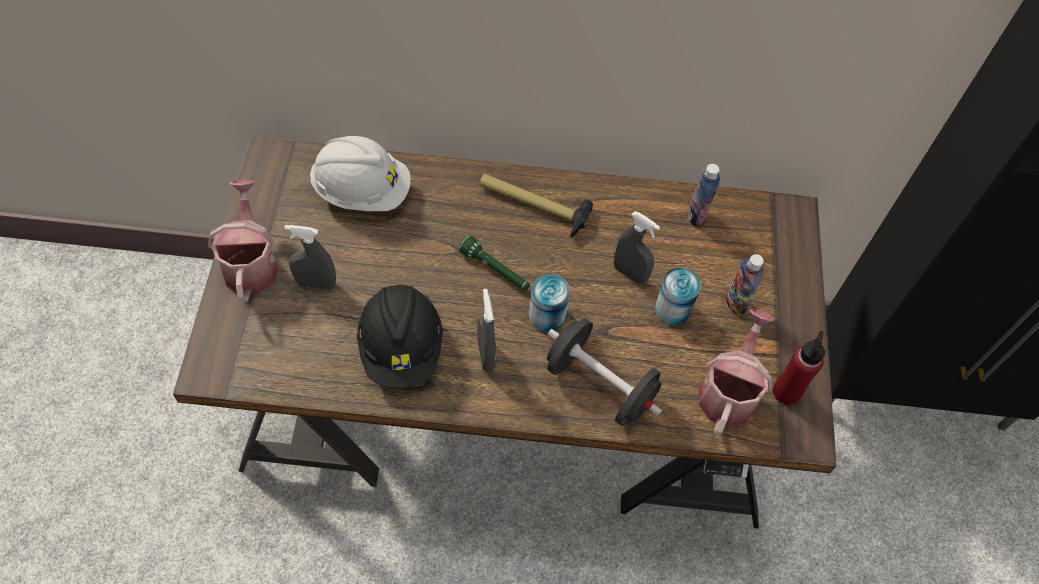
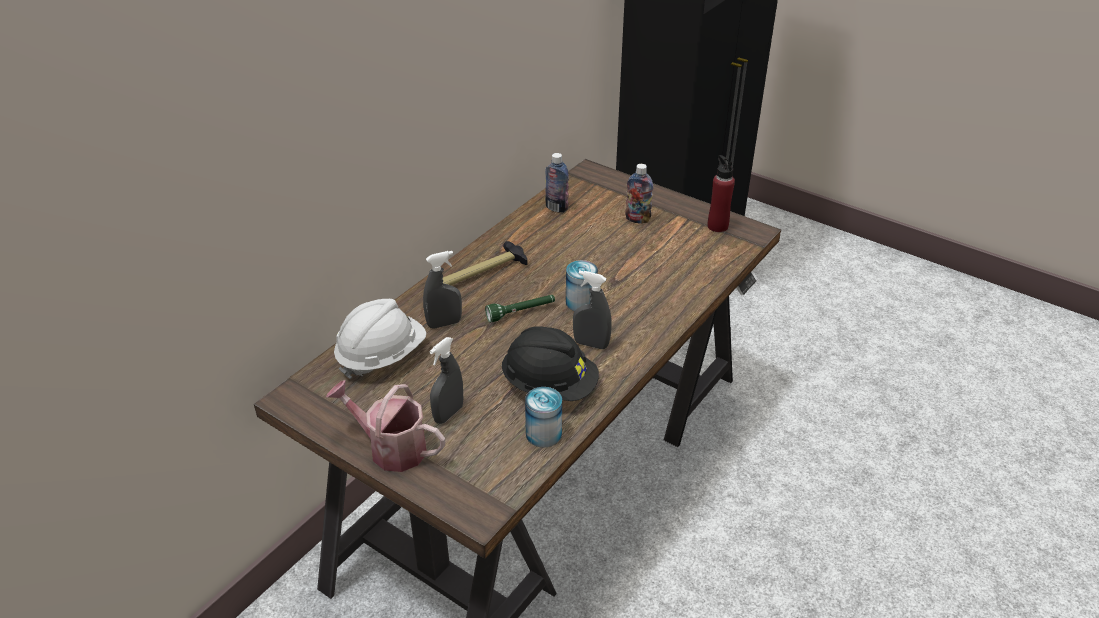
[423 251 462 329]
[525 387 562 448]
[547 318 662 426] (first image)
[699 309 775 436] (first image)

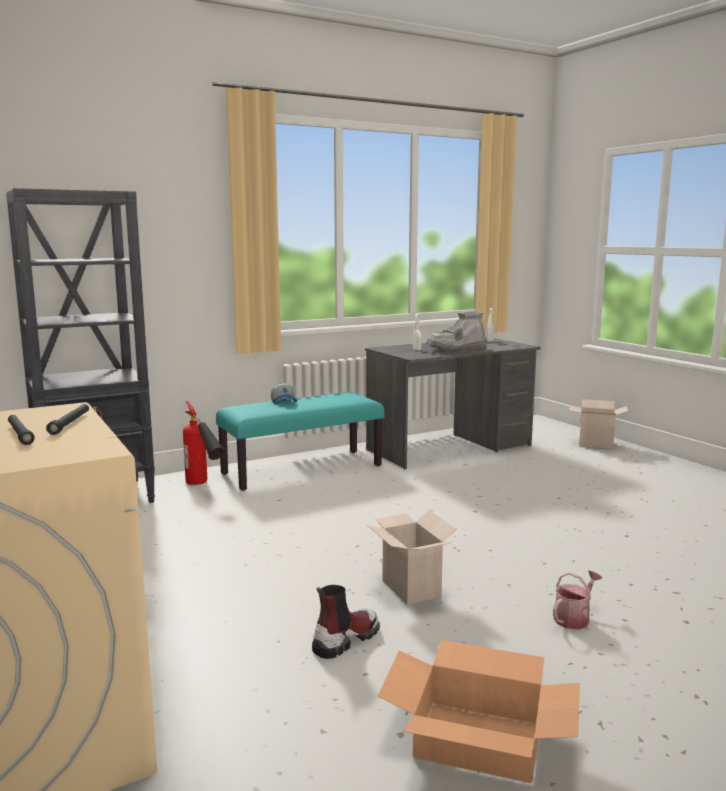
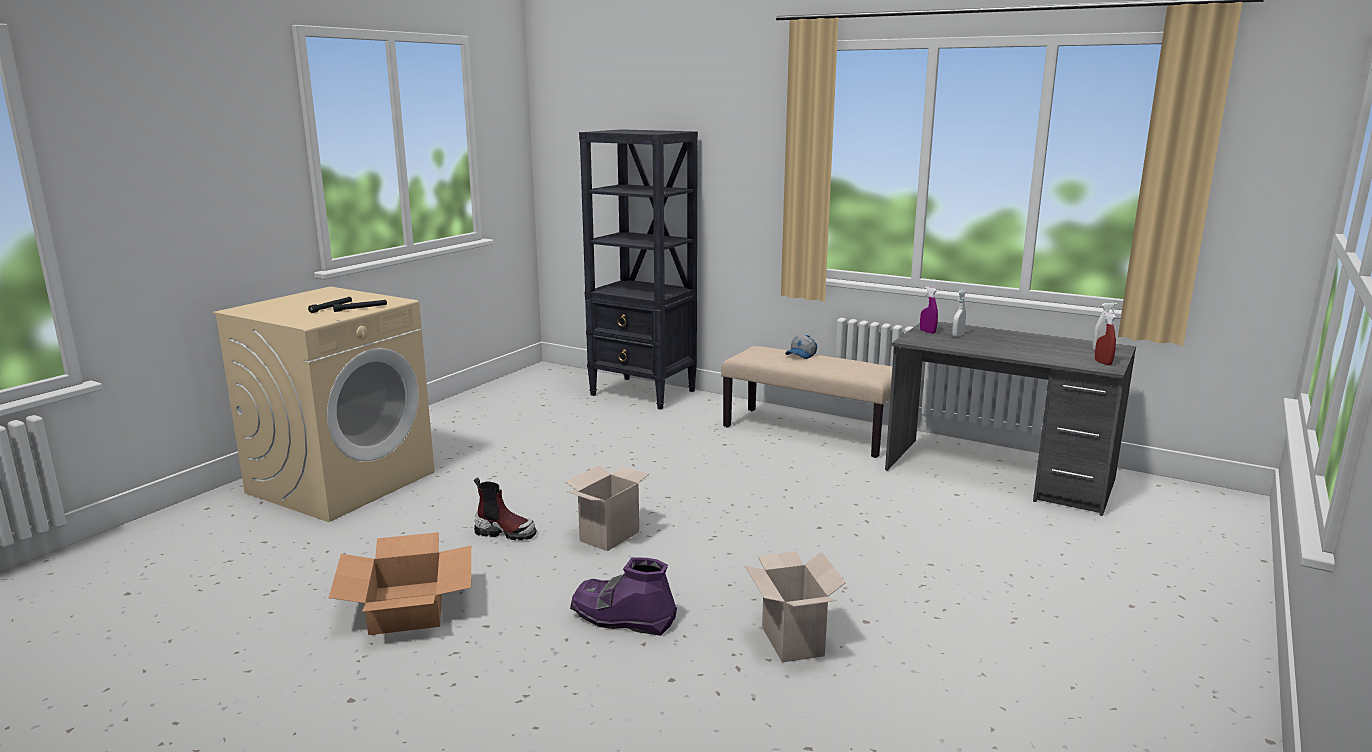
[570 557 677 636]
[721 346 892 458]
[745 552 846 663]
[920 286 938 334]
[1095 312 1116 365]
[183 401 225 485] (first image)
[426 312 487 352] (first image)

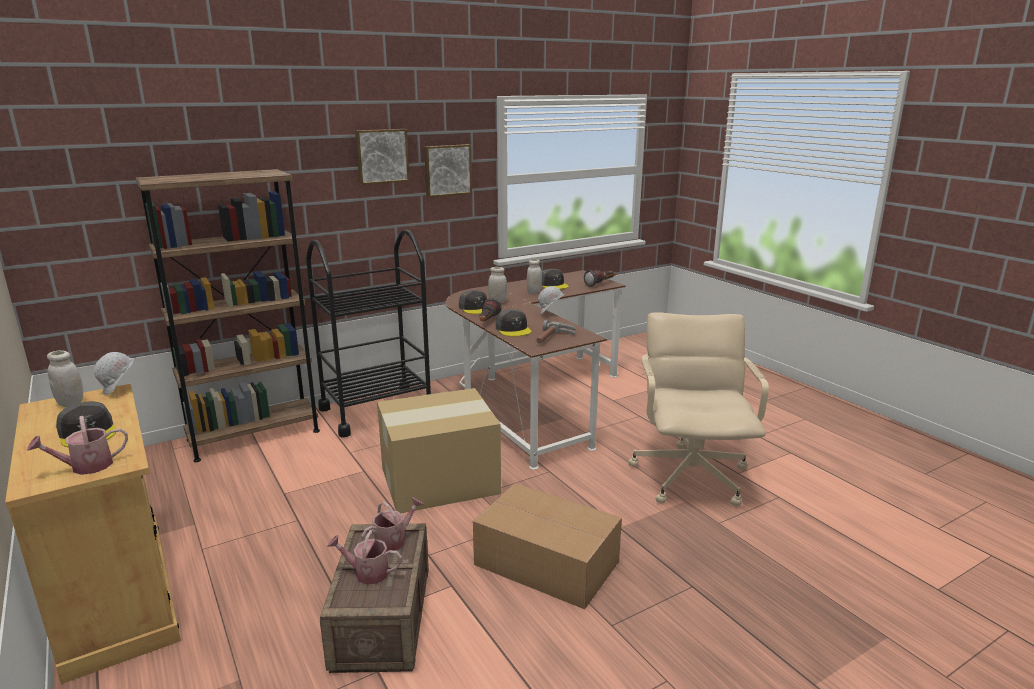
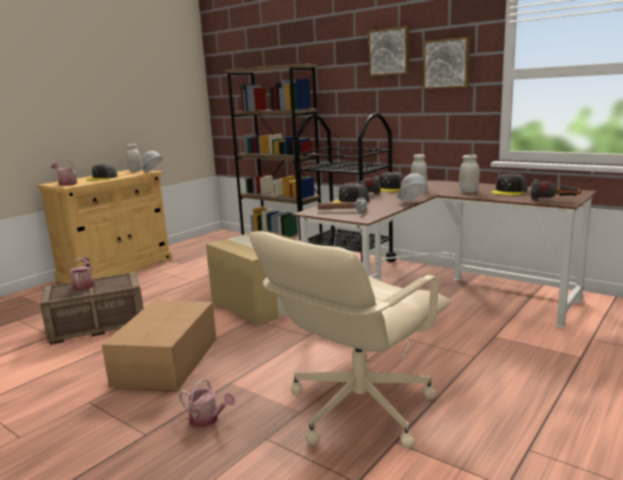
[179 379 235 427]
[250 231 450 449]

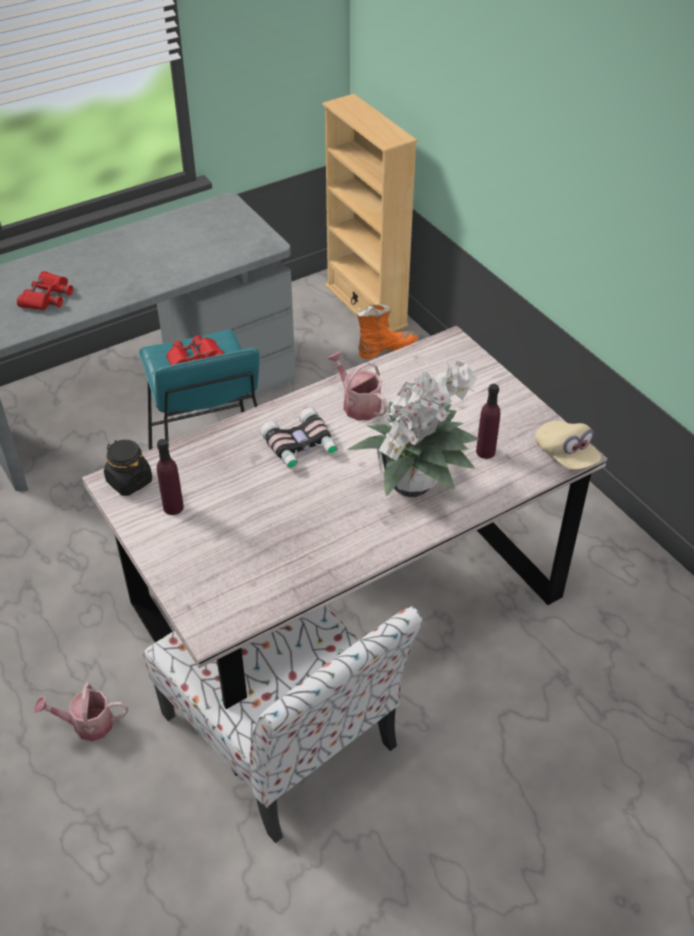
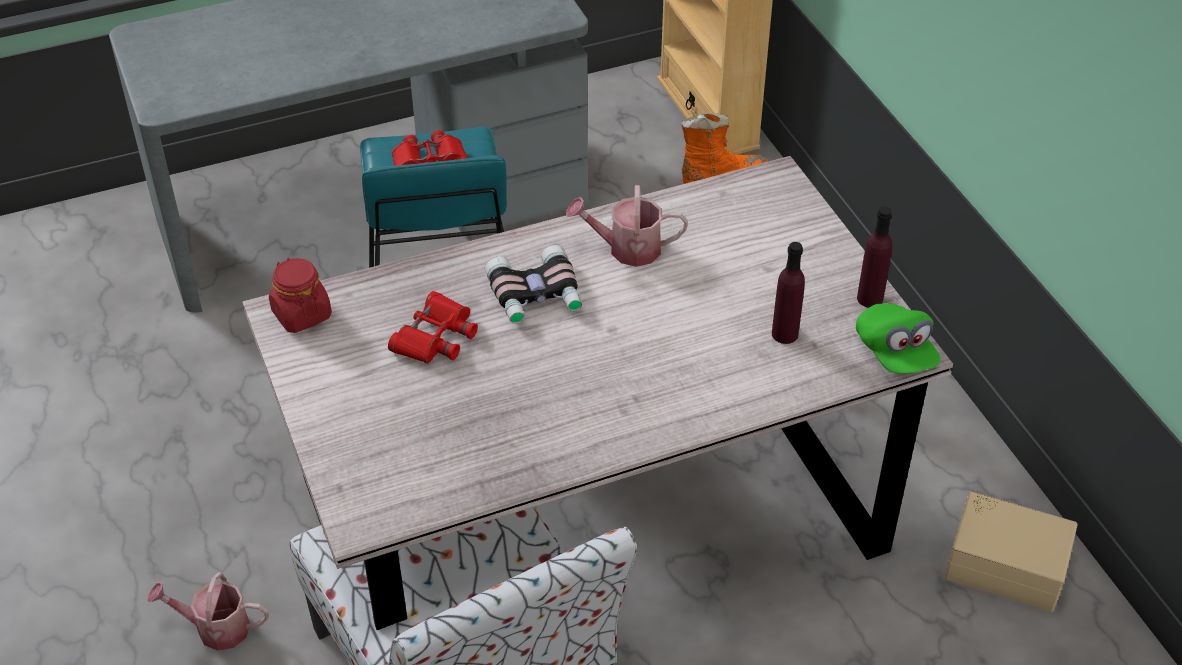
[269 258 332 333]
[388 291 478 363]
[566 185 688 267]
[856 303 941 374]
[857 206 892 308]
[945 491 1078 612]
[347 358 479 497] (first image)

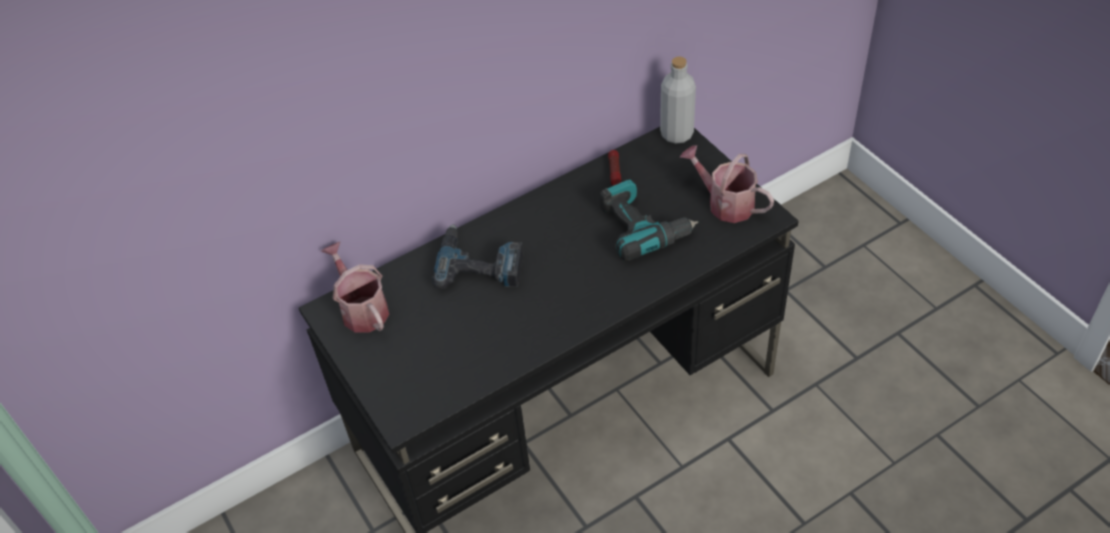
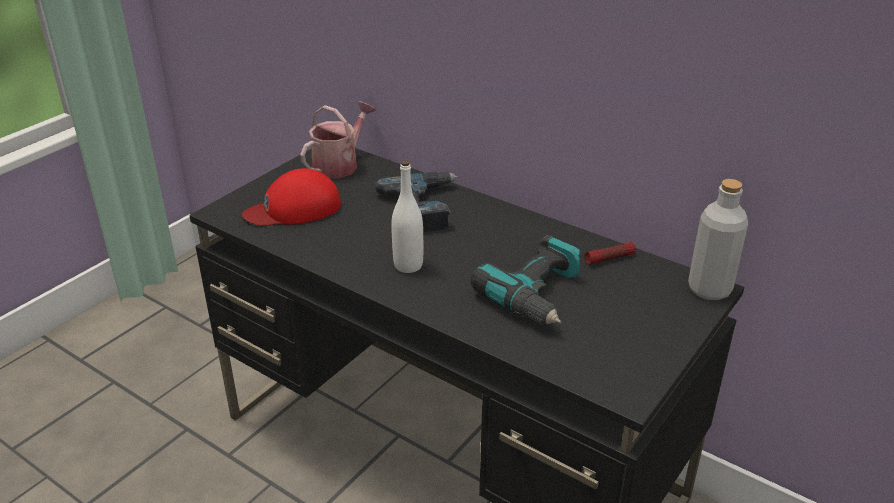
[242 168 341 226]
[391 160 423 273]
[680 145 774 223] (first image)

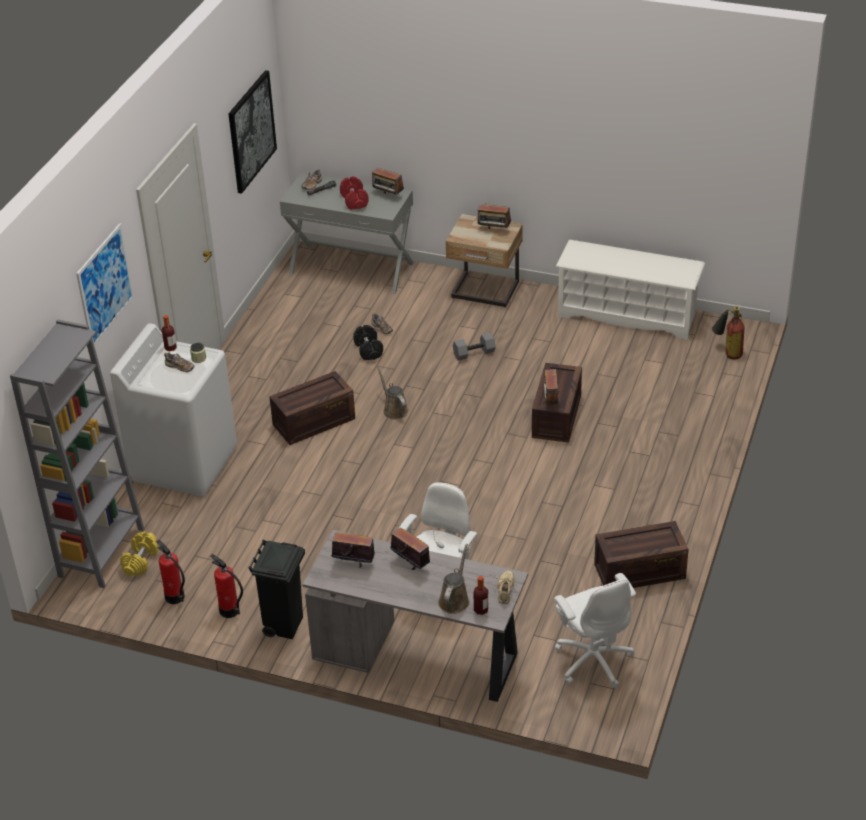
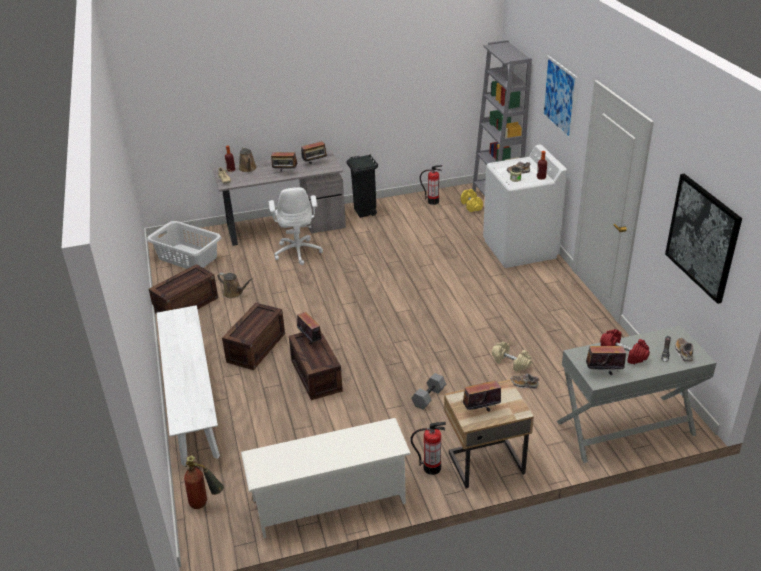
[147 221 222 269]
[157 305 220 466]
[217 273 253 298]
[222 303 285 370]
[410 422 446 475]
[492 342 532 372]

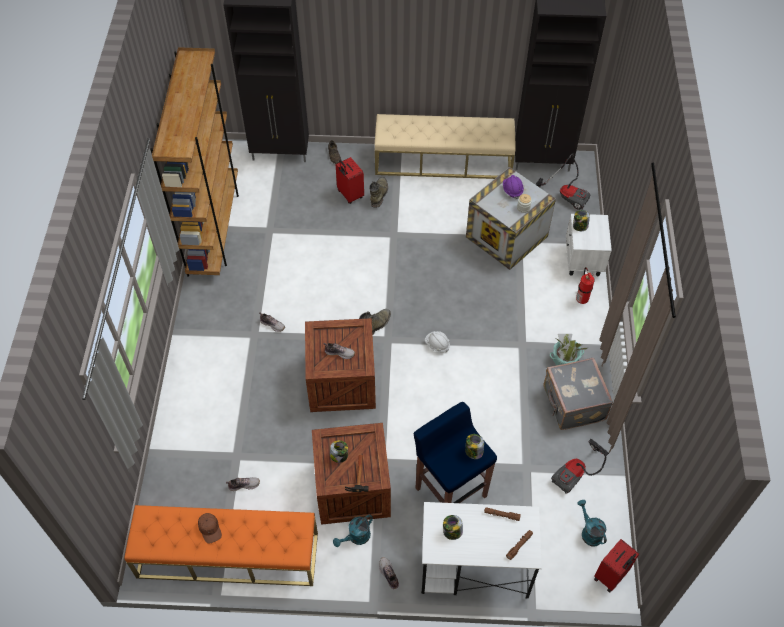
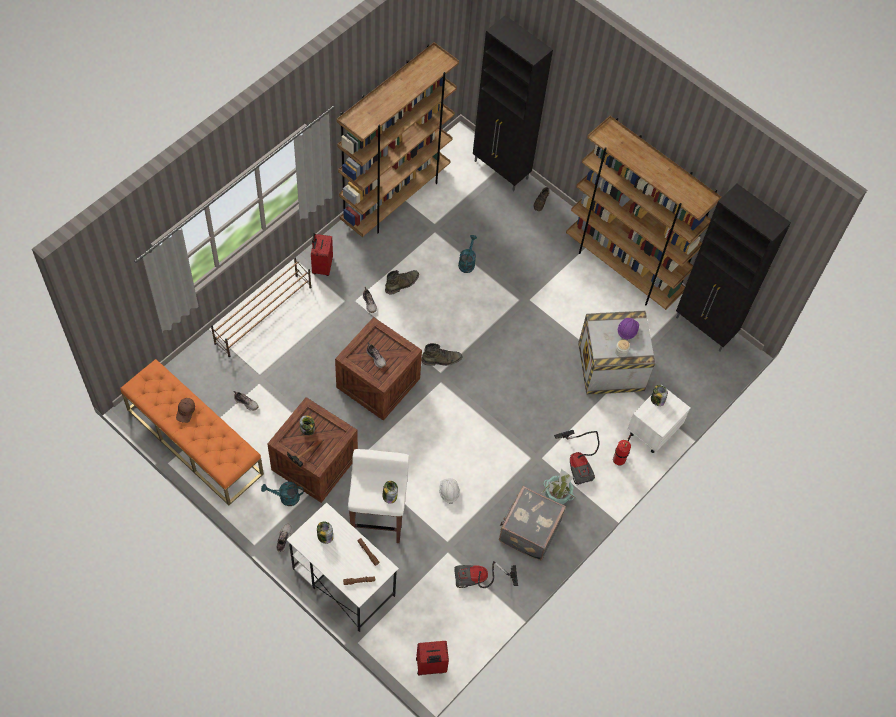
[211 257 311 357]
[311 233 333 276]
[348 449 409 543]
[385 270 419 295]
[439 479 460 504]
[458 235 477 273]
[554 430 600 485]
[566 116 722 310]

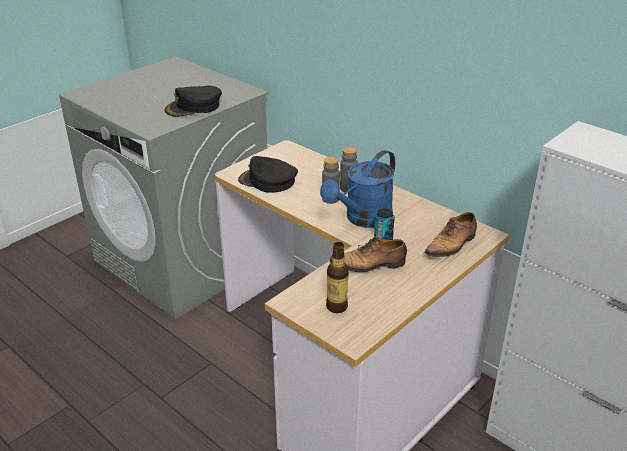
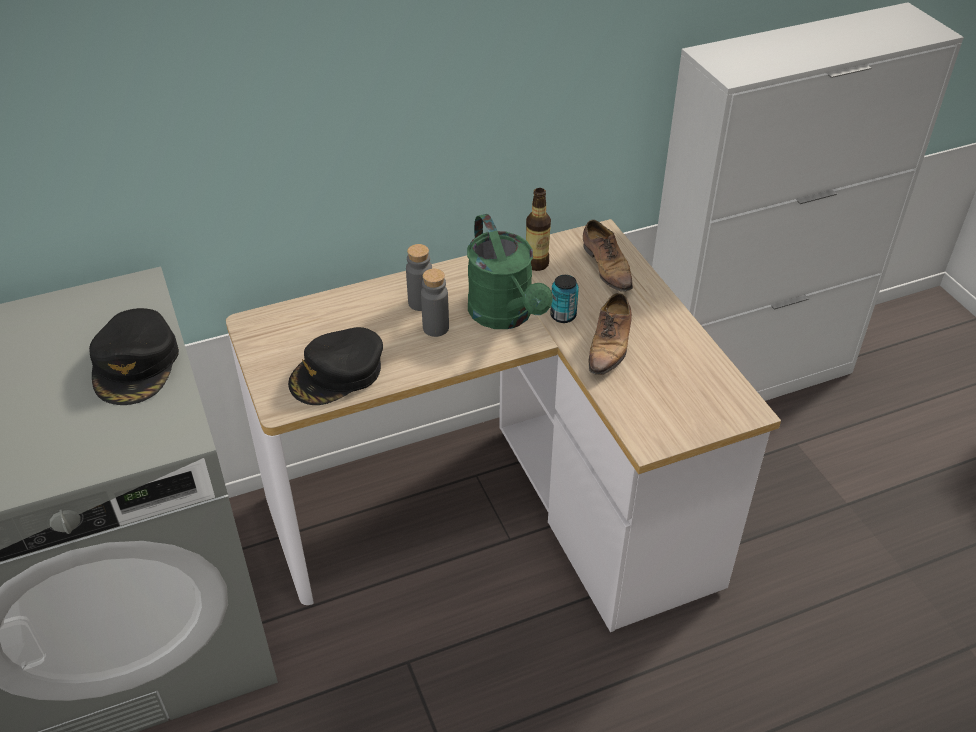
[467 214 553 329]
[526 188 551 271]

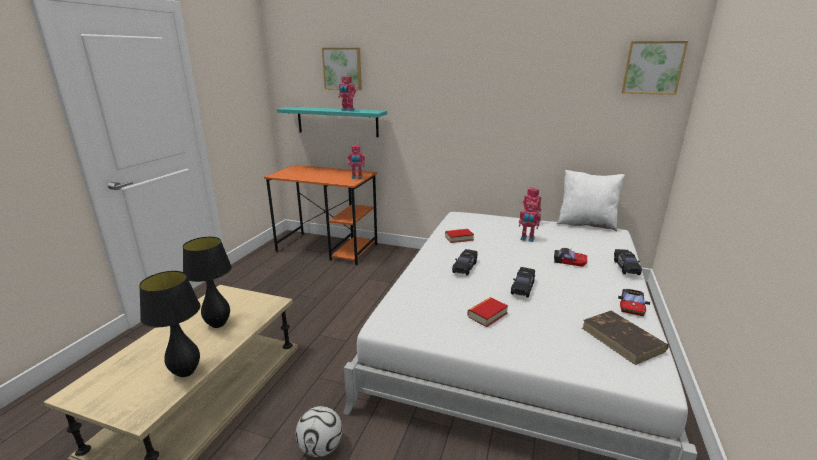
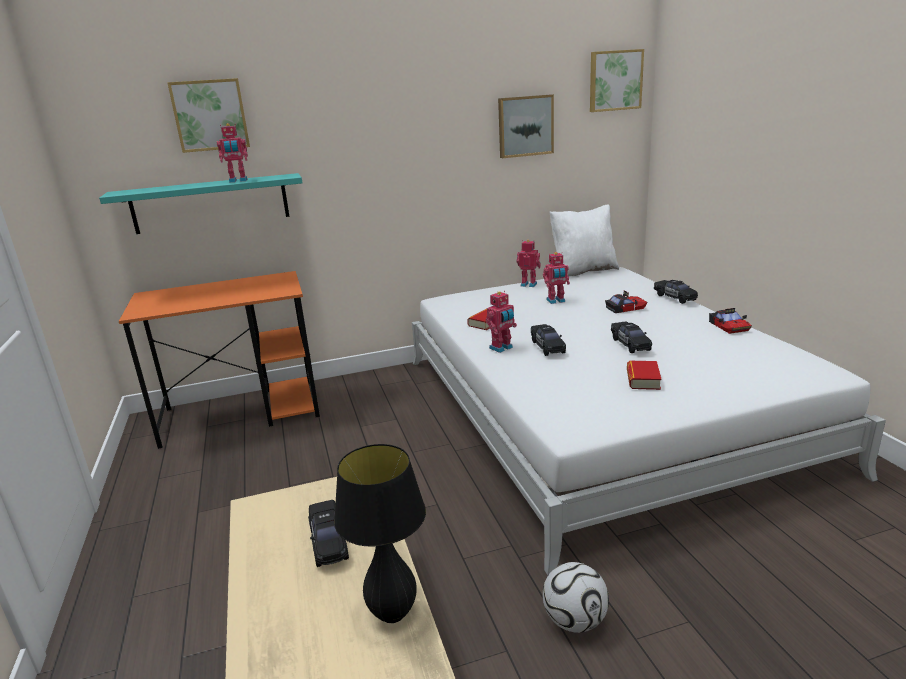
[308 500 349 567]
[485 291 517 353]
[498 94 554 158]
[582 311 669 365] (first image)

